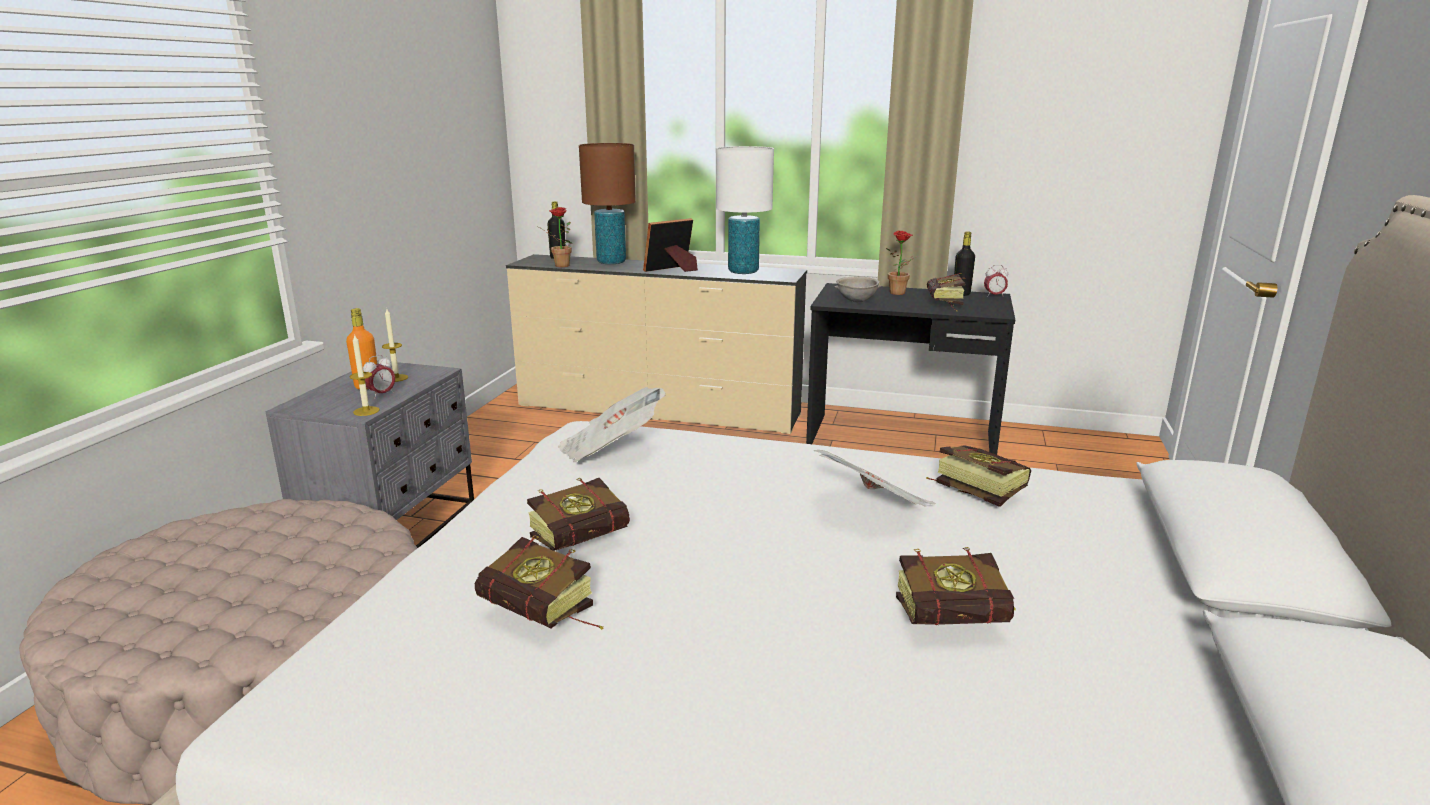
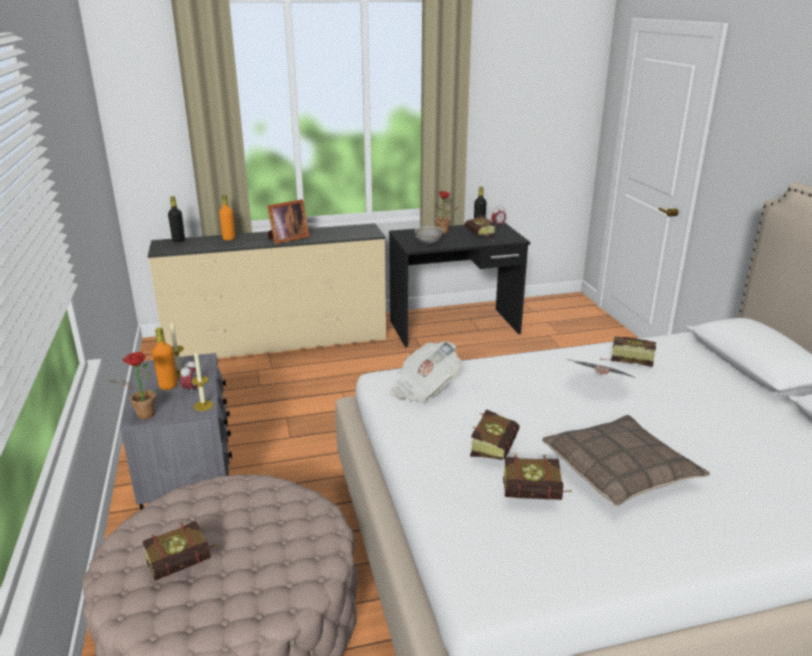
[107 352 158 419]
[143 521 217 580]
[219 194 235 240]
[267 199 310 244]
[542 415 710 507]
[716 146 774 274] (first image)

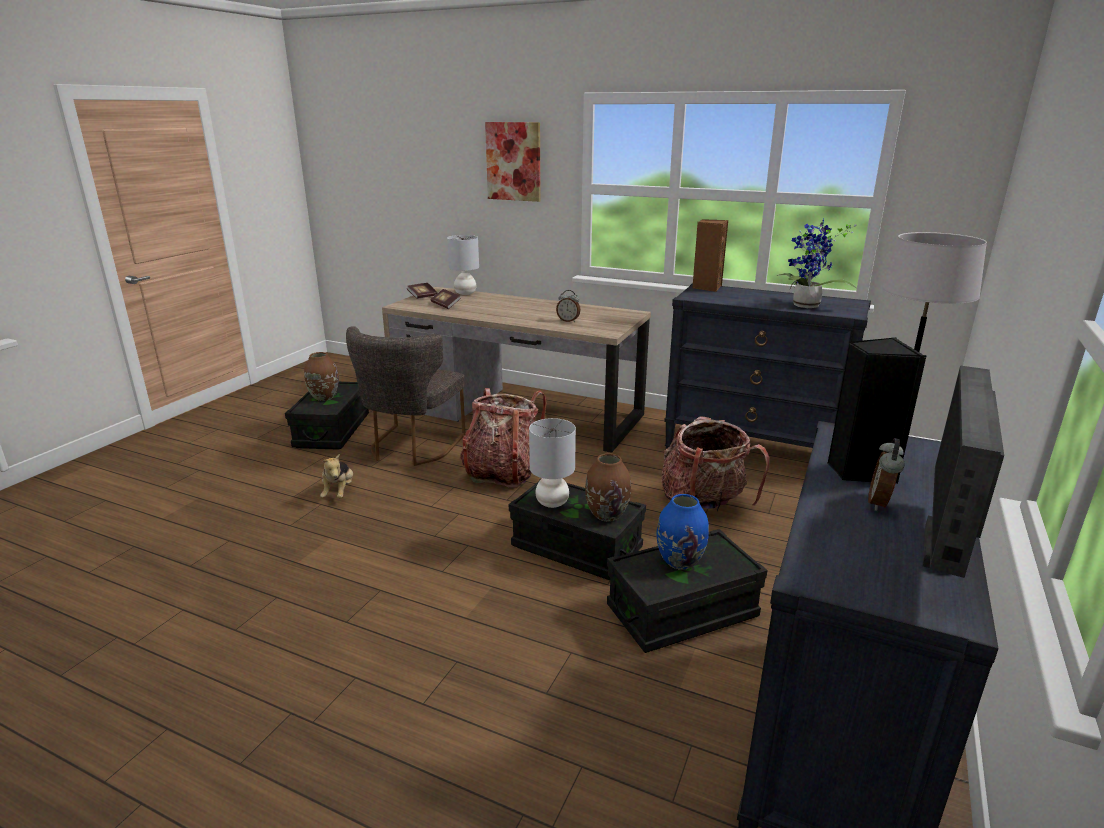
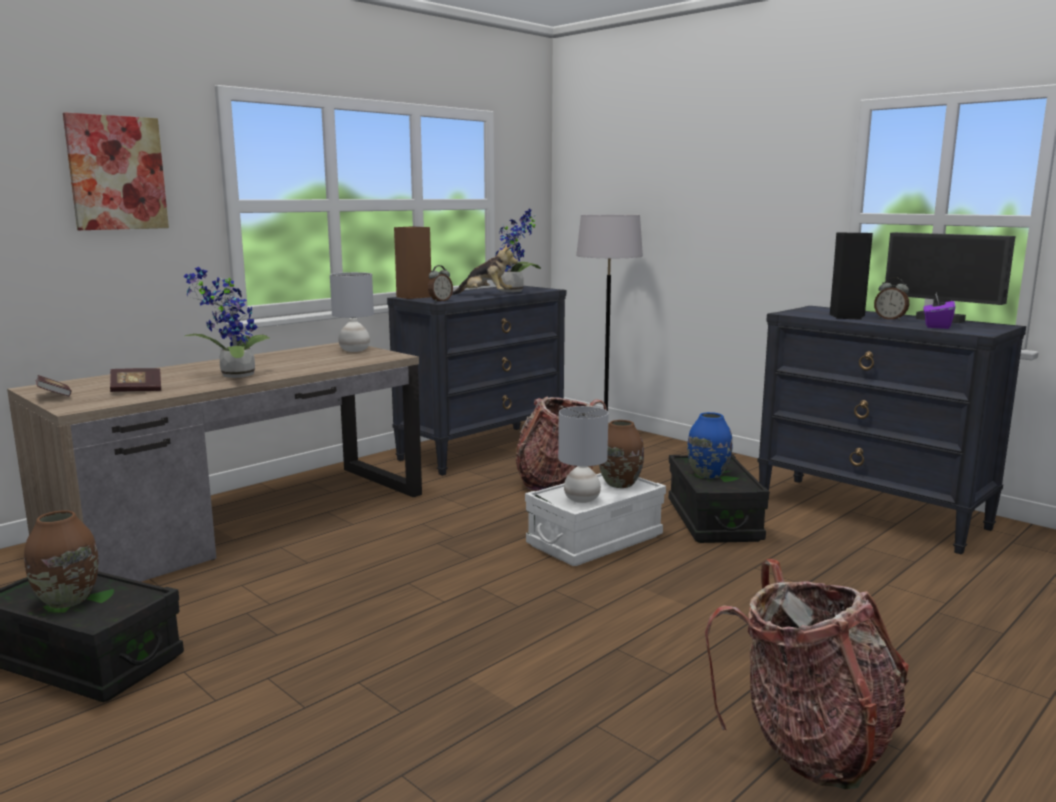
[183 267 269 378]
[330 272 374 352]
[428 265 453 302]
[452 244 518 295]
[525 473 666 566]
[705 559 909 789]
[923 292 955 329]
[346 326 466 466] (first image)

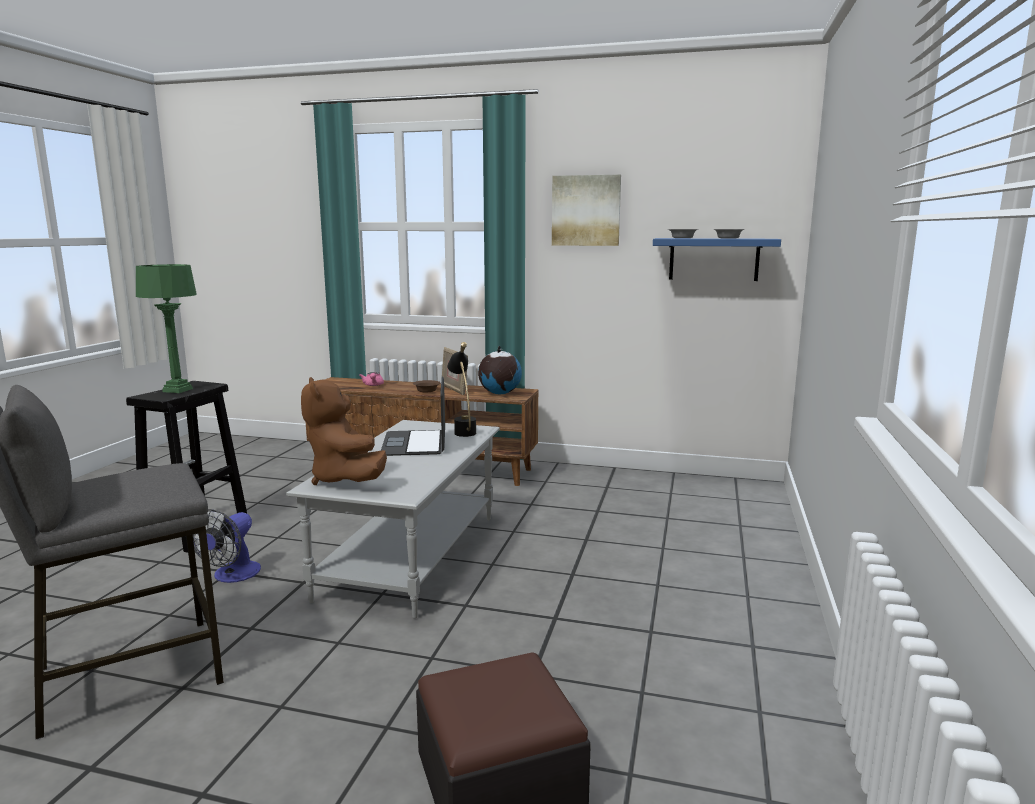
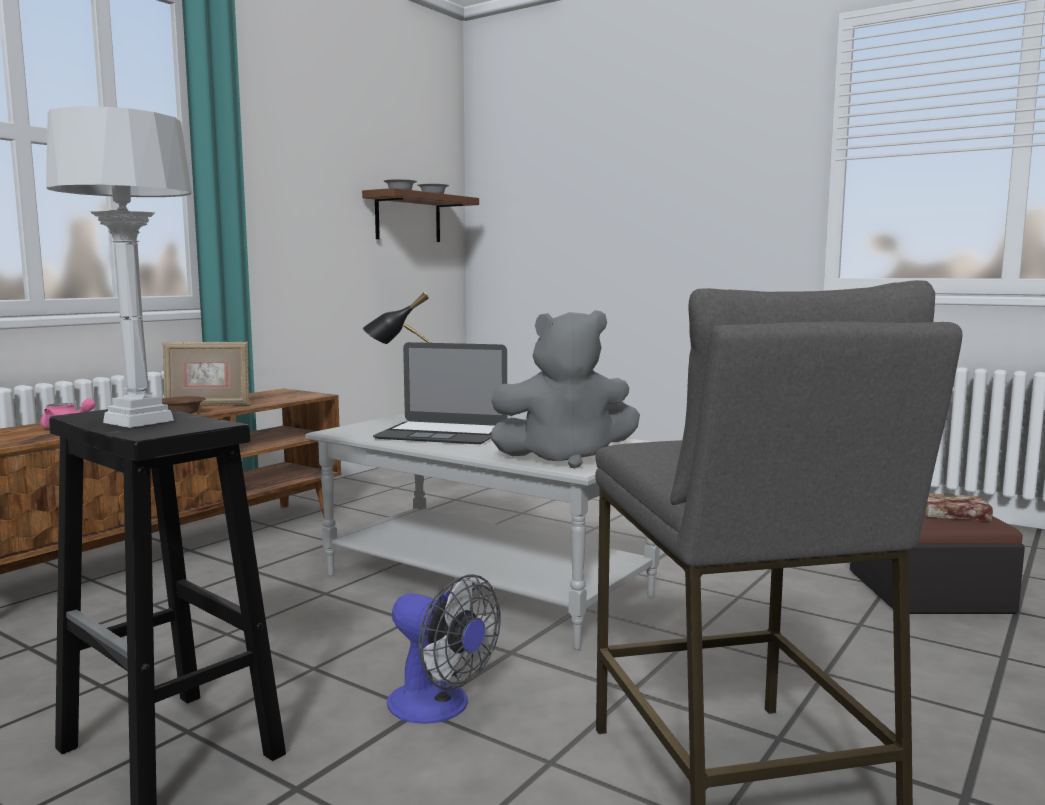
[46 106 192 428]
[362 188 479 242]
[490 310 640 469]
[925 493 993 521]
[478 345 522 394] (first image)
[552 175 621 246] (first image)

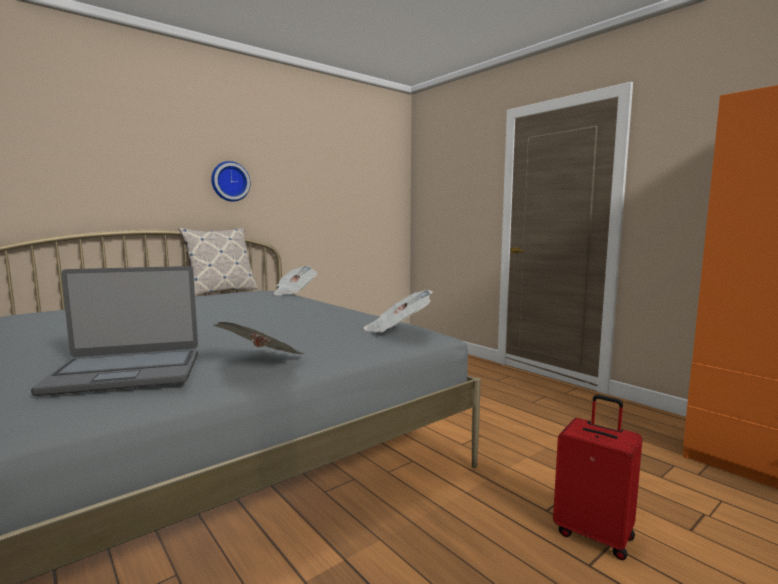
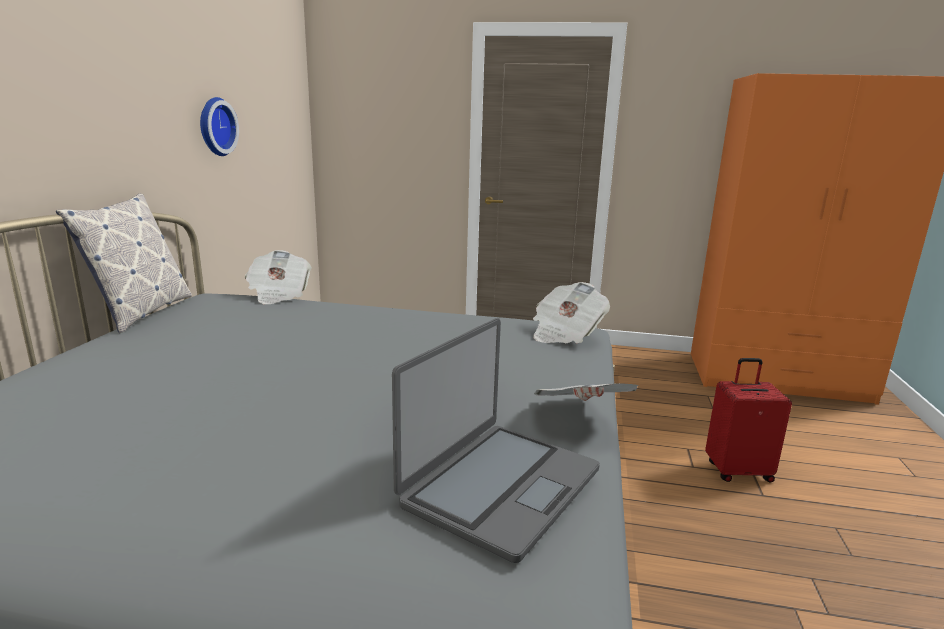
[200 97 239 156]

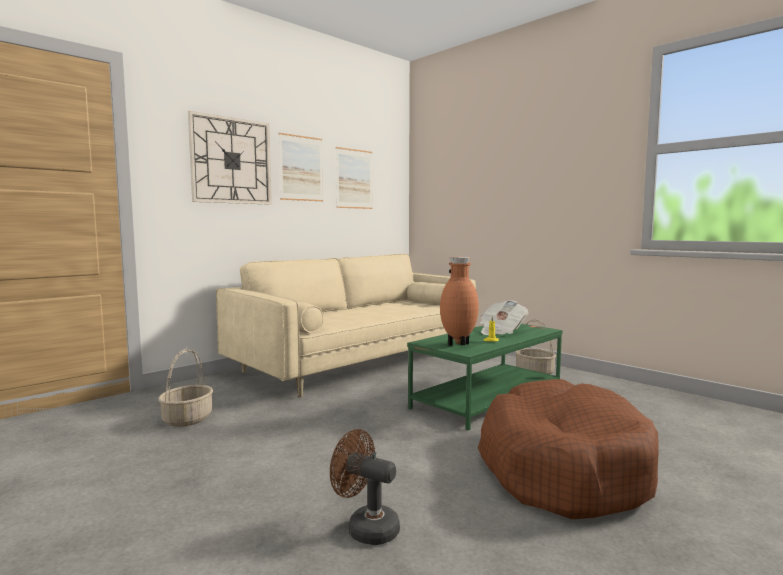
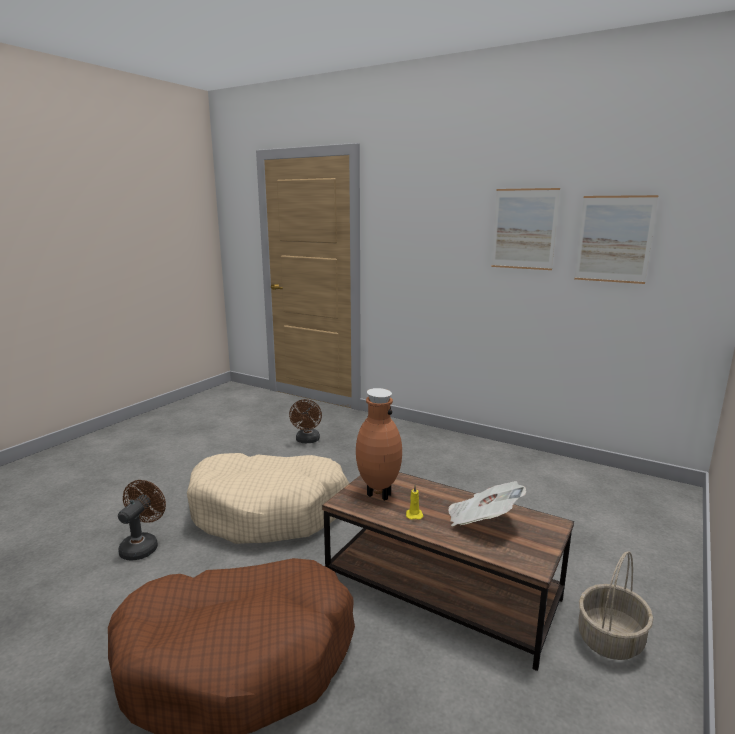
[187 453 349 544]
[289 399 322 443]
[322 472 574 671]
[188 111 272 205] (first image)
[216 254 476 397] (first image)

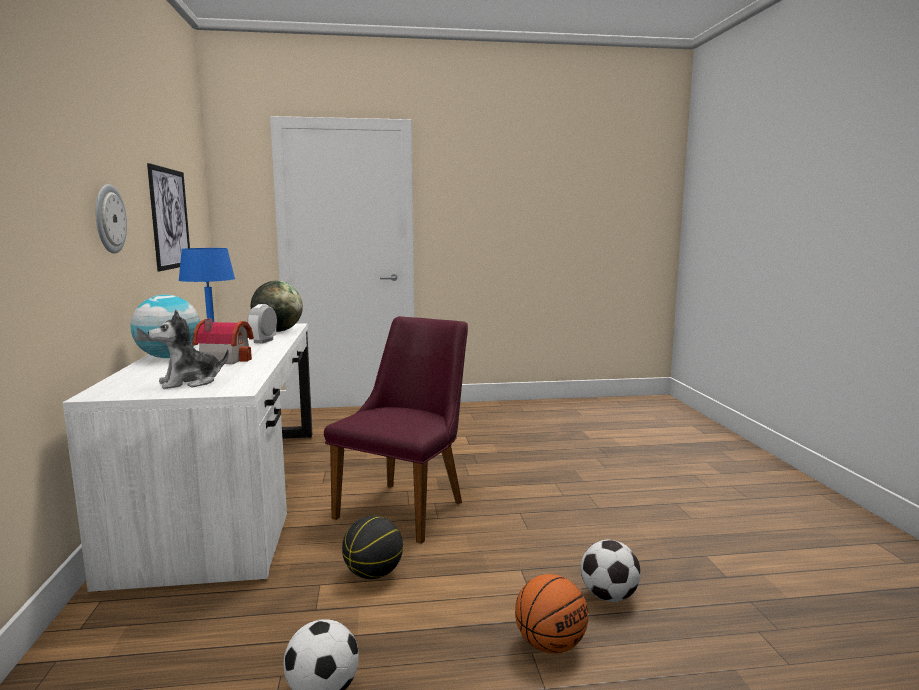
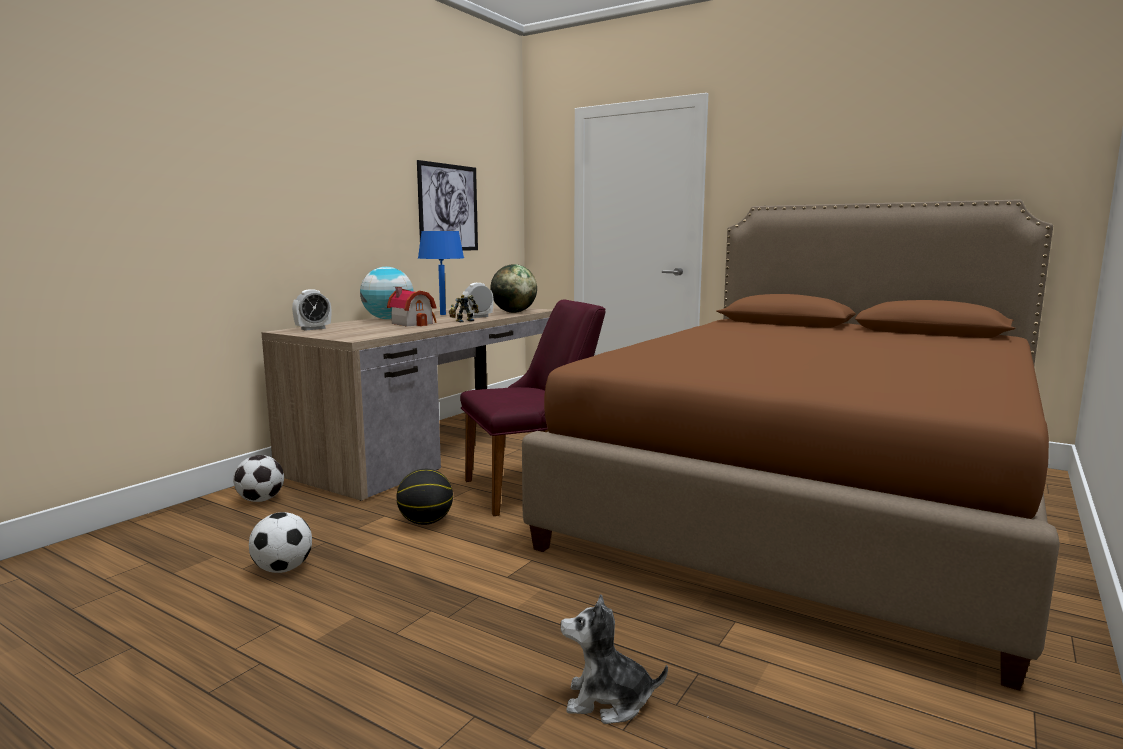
[233 455 284 502]
[261 306 552 501]
[292 289 331 331]
[449 295 479 322]
[522 199 1060 691]
[561 594 668 724]
[96 184 127 254] (first image)
[515 574 588 654] (first image)

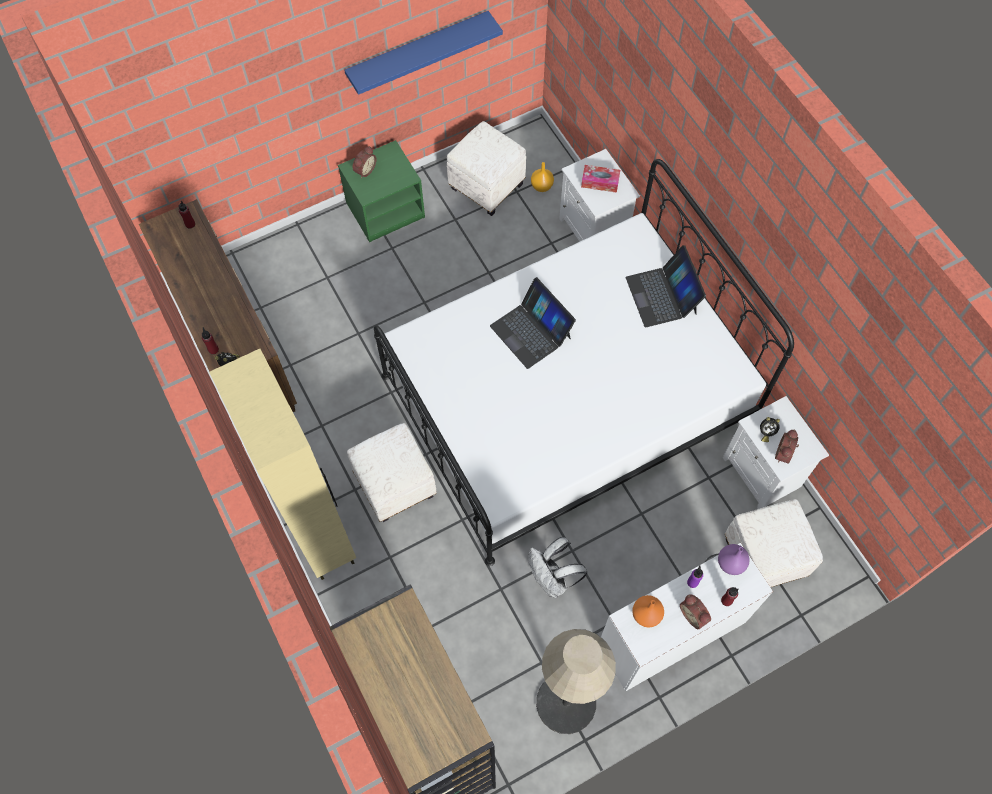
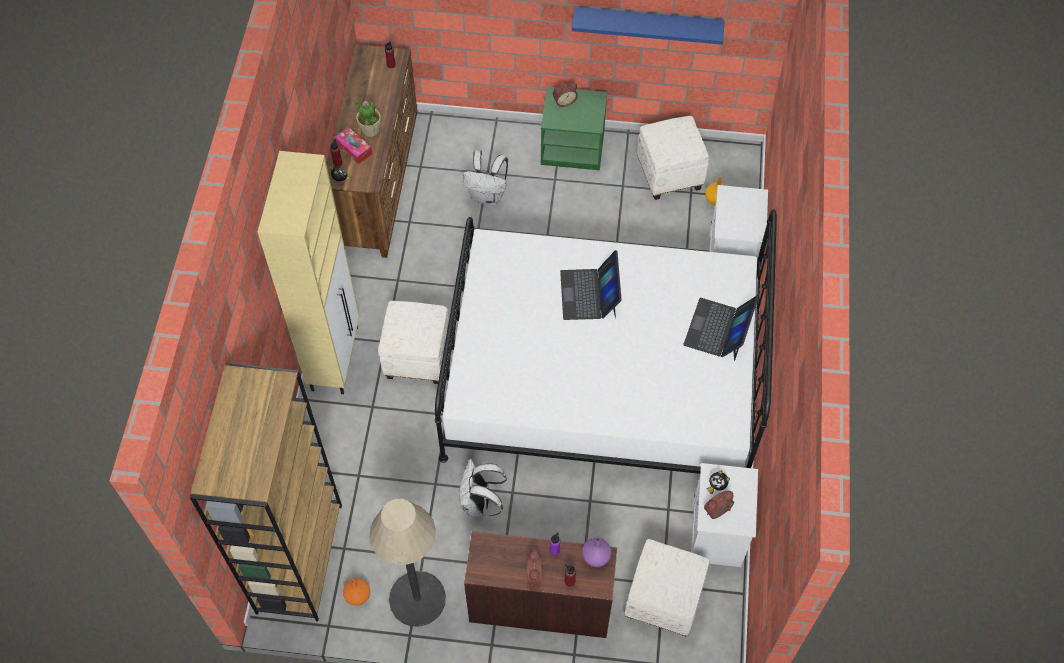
[334 127 372 164]
[343 578 370 606]
[354 99 381 137]
[463 150 508 205]
[464 531 617 638]

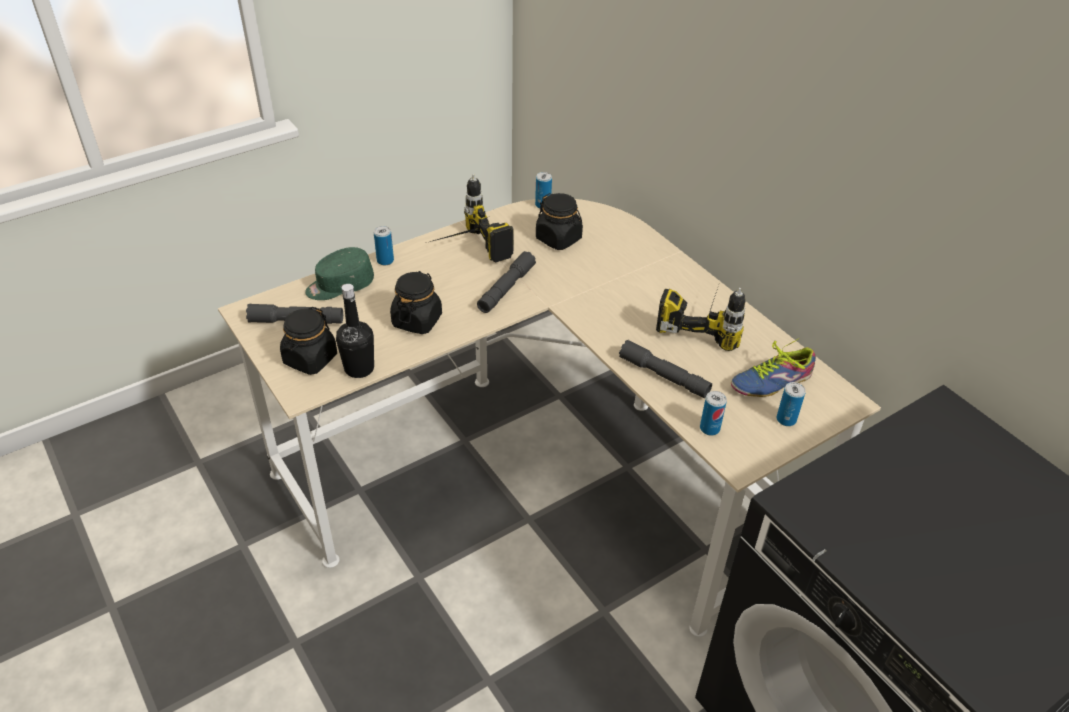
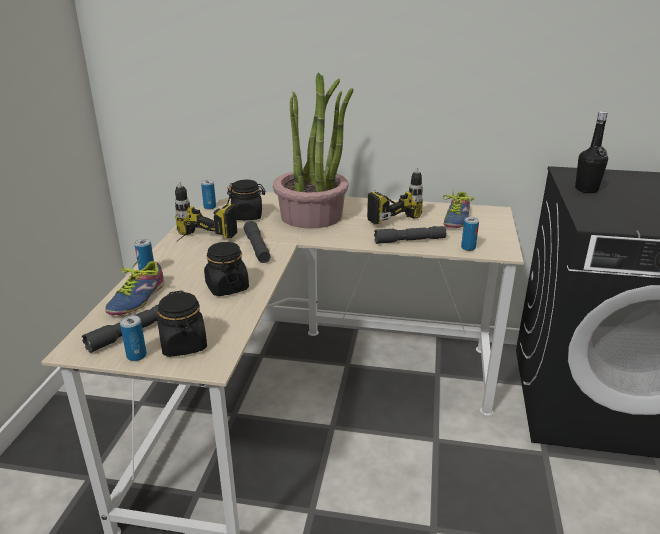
[105 258 164 315]
[120 315 147 361]
[273 73 354 229]
[575 111 608 193]

